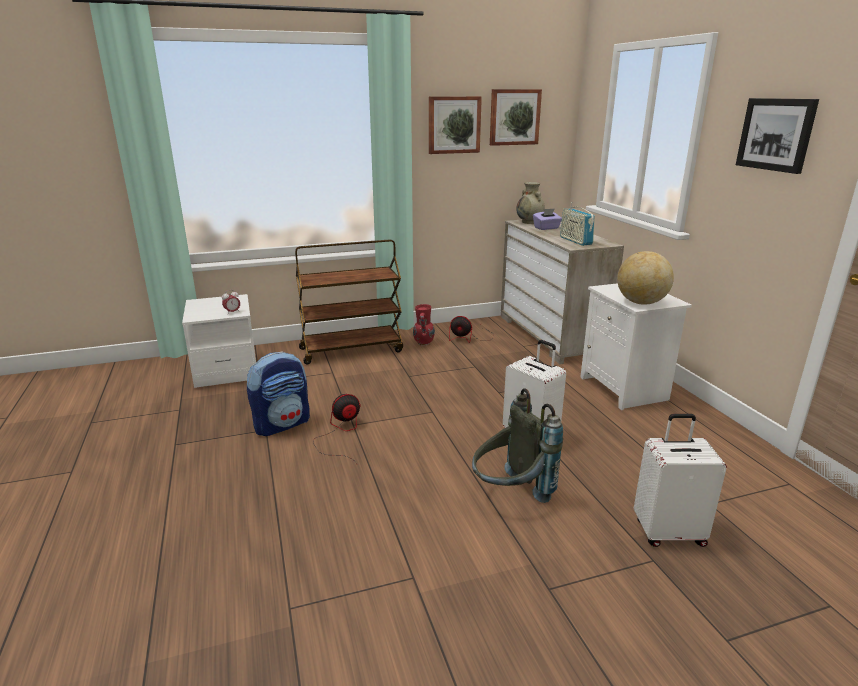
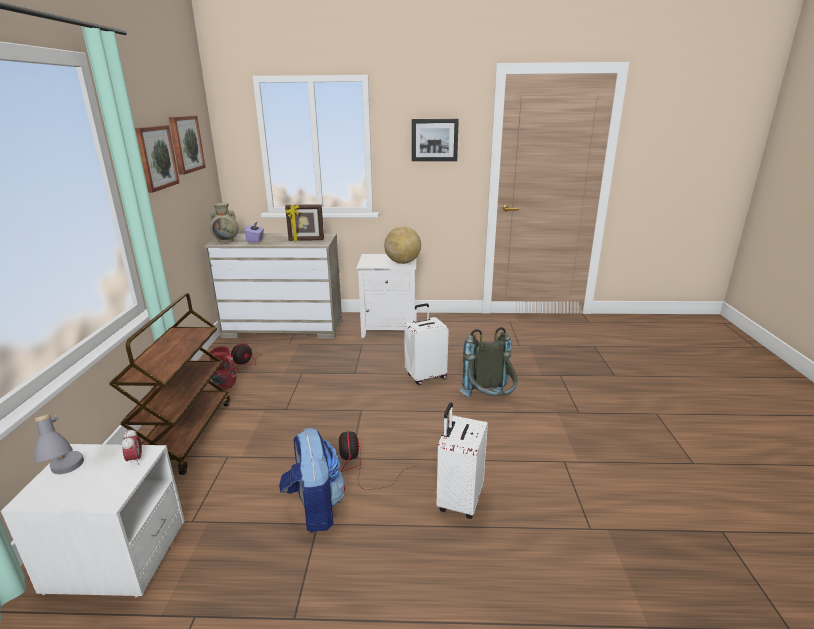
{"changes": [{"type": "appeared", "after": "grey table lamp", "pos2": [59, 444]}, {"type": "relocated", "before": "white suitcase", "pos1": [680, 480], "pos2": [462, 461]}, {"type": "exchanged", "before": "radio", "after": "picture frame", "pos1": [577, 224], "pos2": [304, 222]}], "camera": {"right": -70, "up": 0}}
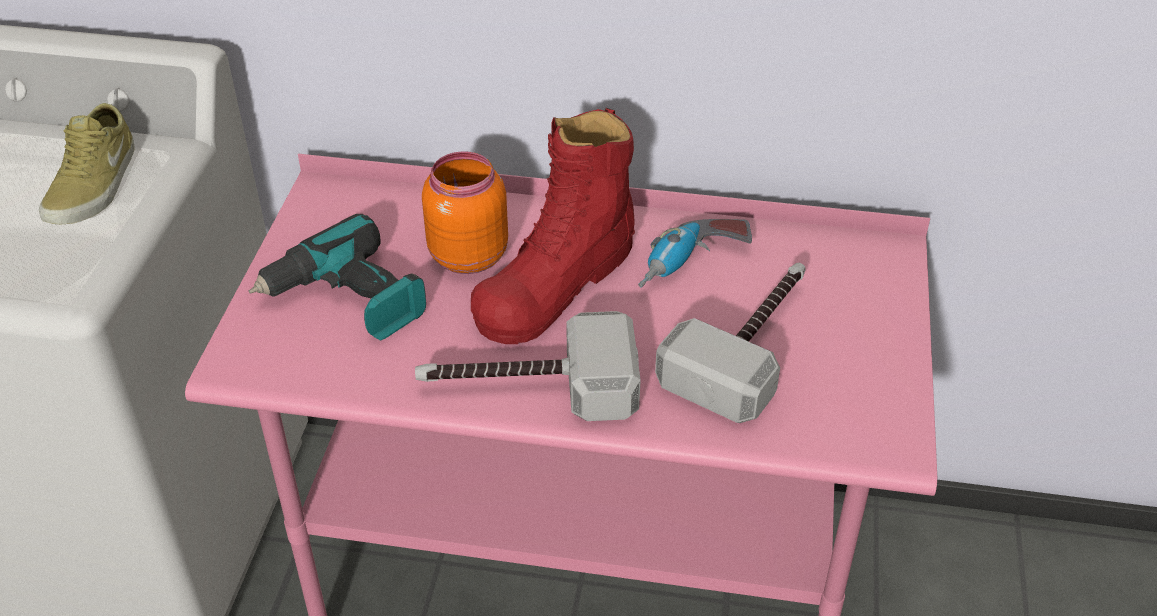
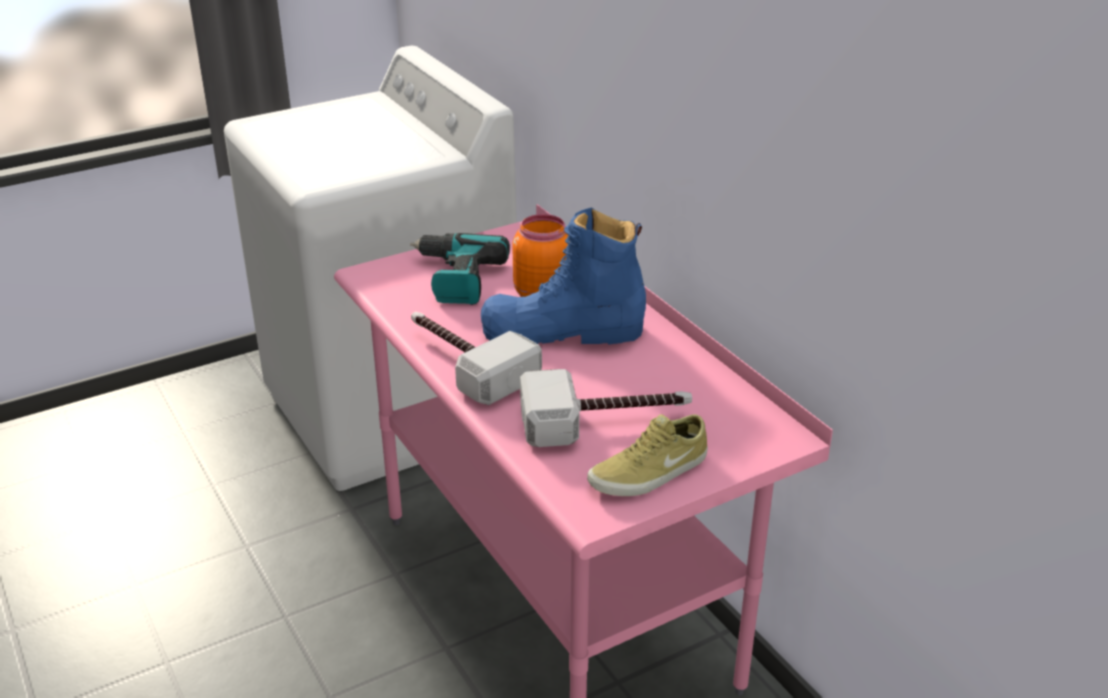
{"changes": [{"type": "missing", "before": "power drill", "pos1": [695, 253]}, {"type": "relocated", "before": "beige shoe", "pos1": [87, 163], "pos2": [647, 455]}, {"type": "colour", "before": "red boot", "after": "blue boot", "pos1": [553, 226], "pos2": [563, 276]}], "camera": {"right": 50, "up": -10}}
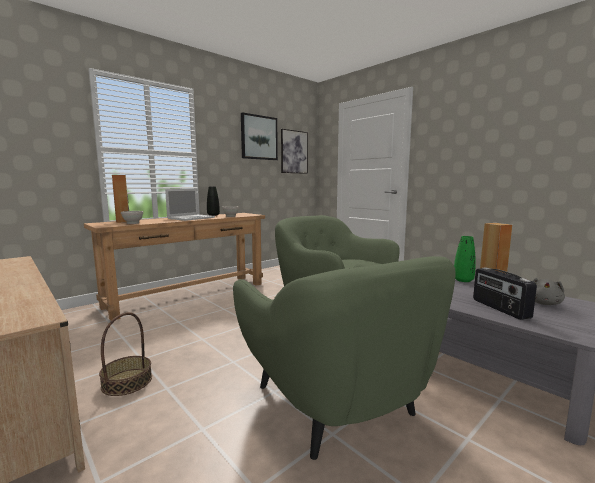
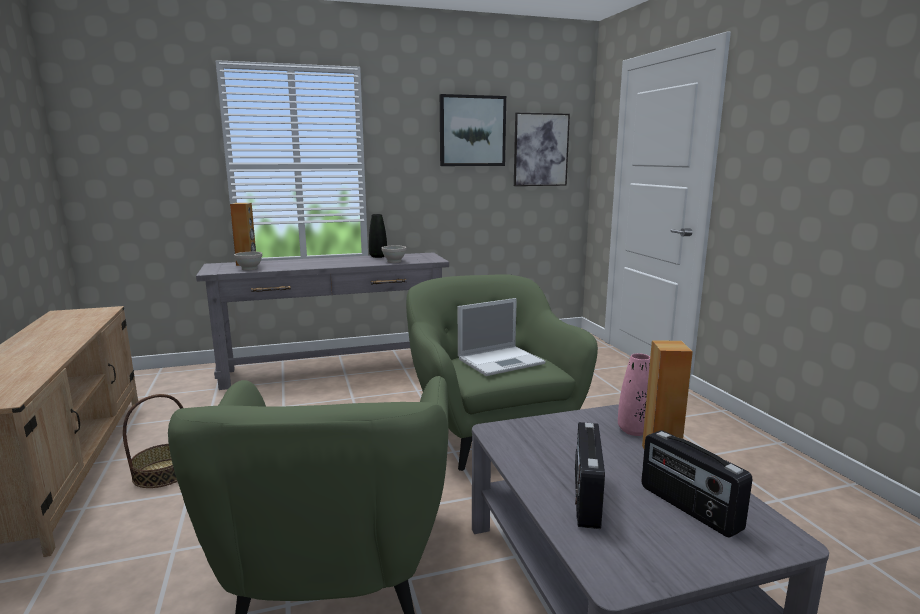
{"changes": [{"type": "relocated", "before": "laptop", "pos1": [190, 205], "pos2": [502, 337]}, {"type": "exchanged", "before": "grey plush toy", "after": "radio", "pos1": [548, 291], "pos2": [697, 484]}, {"type": "colour", "before": "brown console table", "after": "grey console table", "pos1": [174, 266], "pos2": [322, 321]}, {"type": "colour", "before": "green vase", "after": "pink vase", "pos1": [465, 259], "pos2": [634, 394]}], "camera": {"right": 25, "up": 5}}
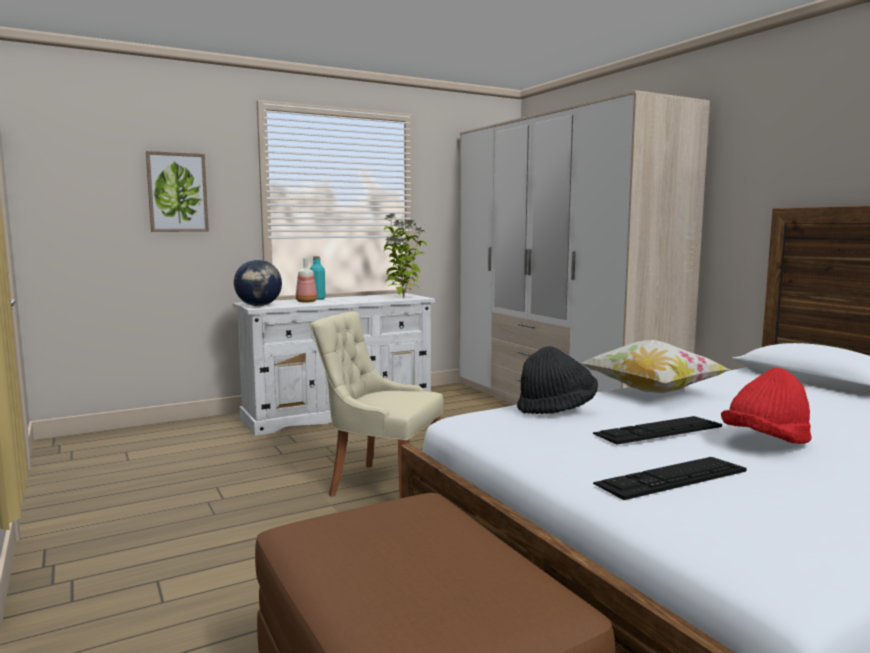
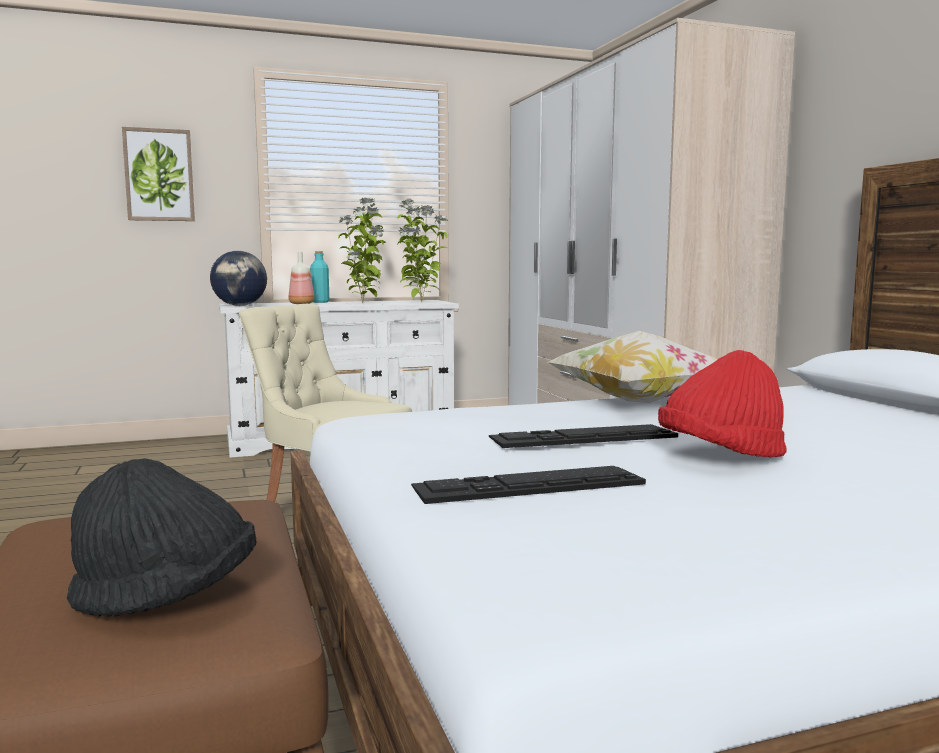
{"changes": [{"type": "appeared", "after": "potted plant", "pos2": [362, 250]}, {"type": "relocated", "before": "black hat", "pos1": [557, 380], "pos2": [161, 537]}], "camera": {"right": 10, "up": 0}}
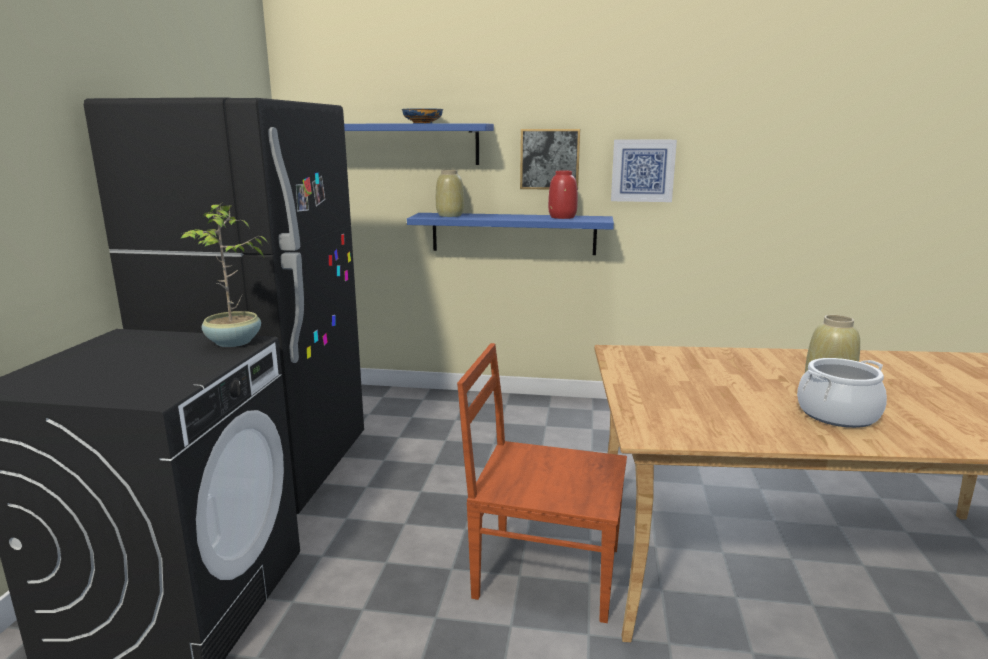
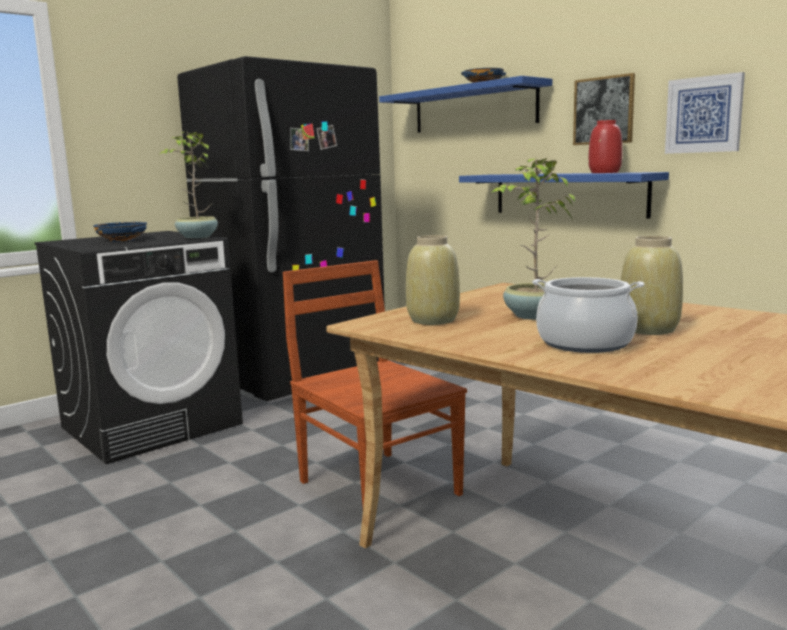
{"changes": [{"type": "appeared", "after": "blue bowl", "pos2": [120, 232]}, {"type": "appeared", "after": "potted plant", "pos2": [533, 239]}, {"type": "relocated", "before": "beige vase", "pos1": [450, 193], "pos2": [433, 280]}], "camera": {"right": 40, "up": -5}}
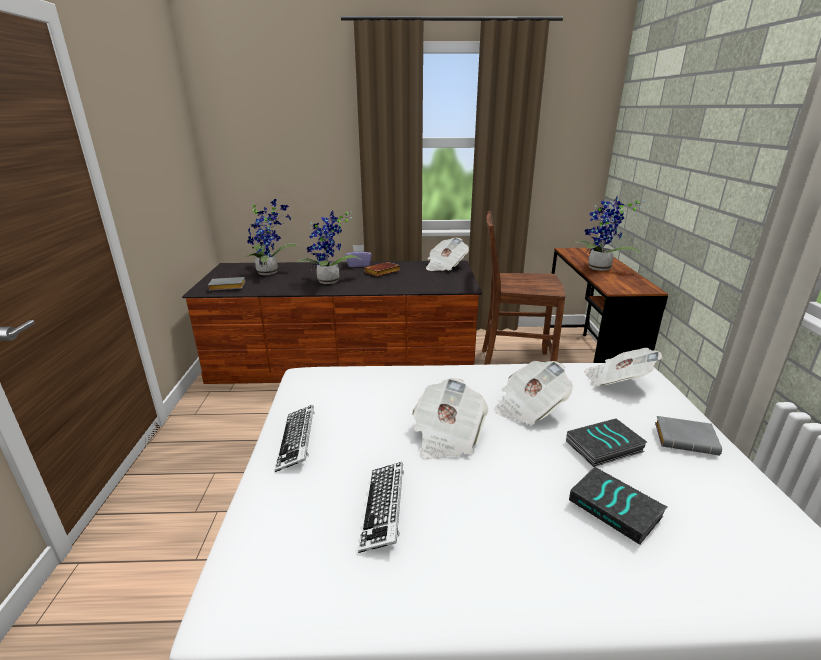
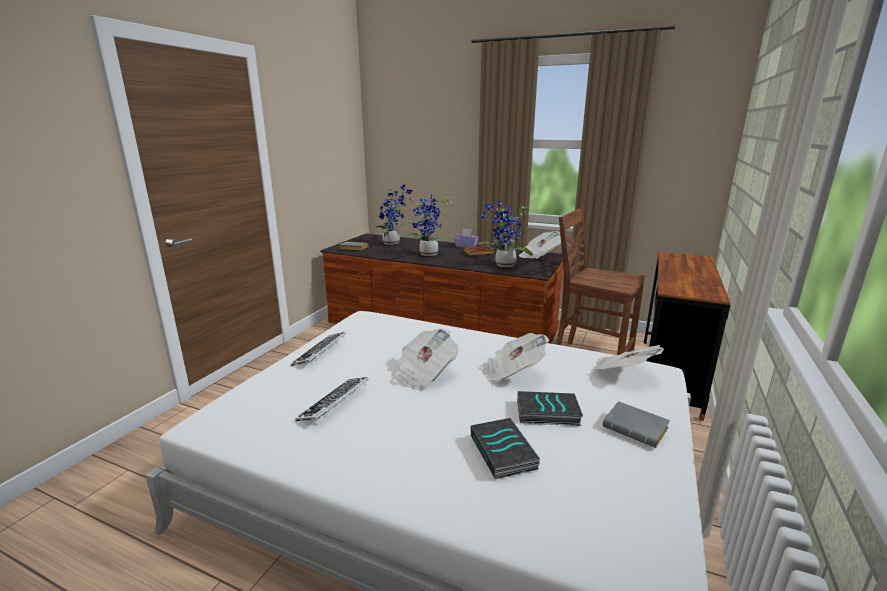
{"changes": [{"type": "relocated", "before": "potted plant", "pos1": [609, 233], "pos2": [505, 233]}], "camera": {"right": 25, "up": -5}}
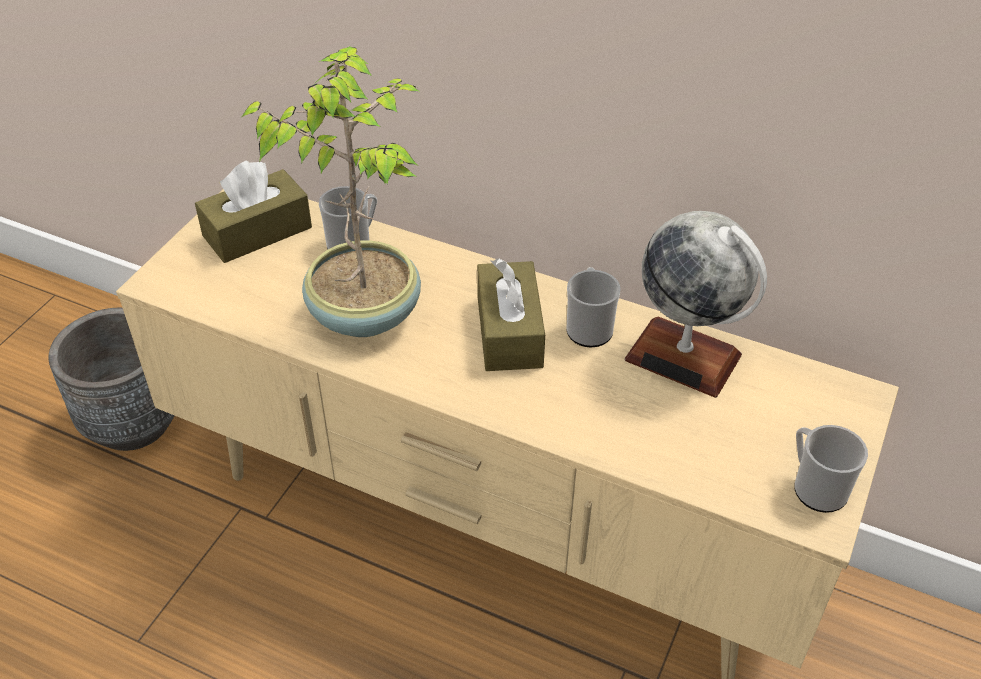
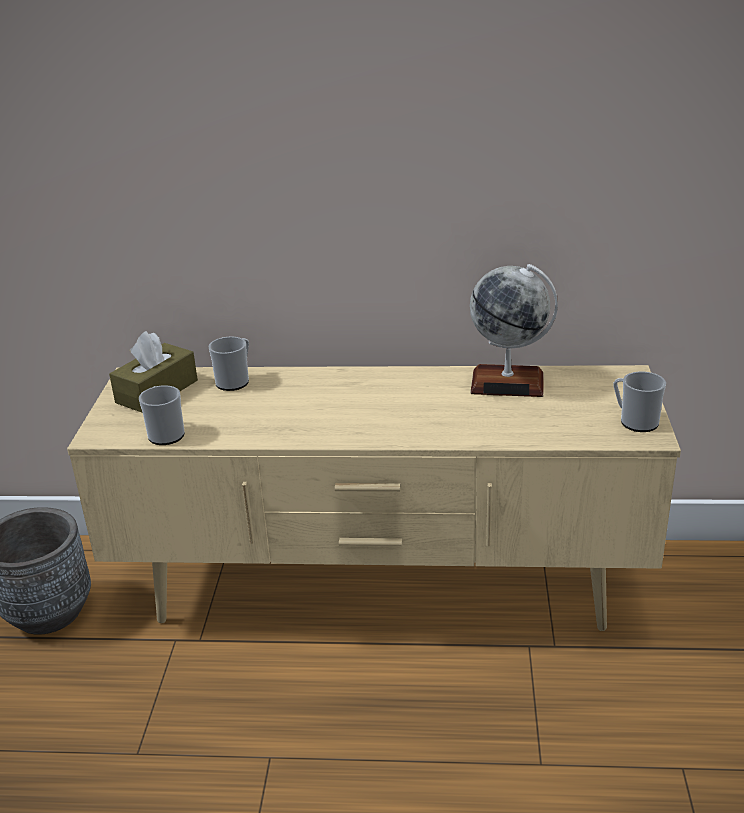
{"changes": [{"type": "missing", "before": "potted plant", "pos1": [331, 191]}, {"type": "missing", "before": "brown tissue box", "pos1": [511, 314]}, {"type": "relocated", "before": "mug", "pos1": [593, 307], "pos2": [162, 415]}], "camera": {"right": -20, "up": -15}}
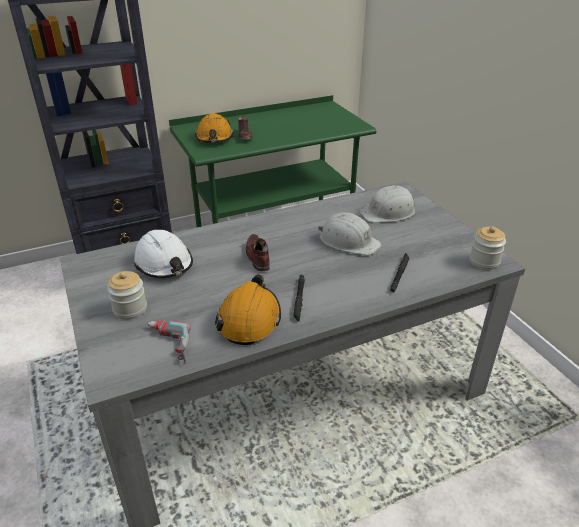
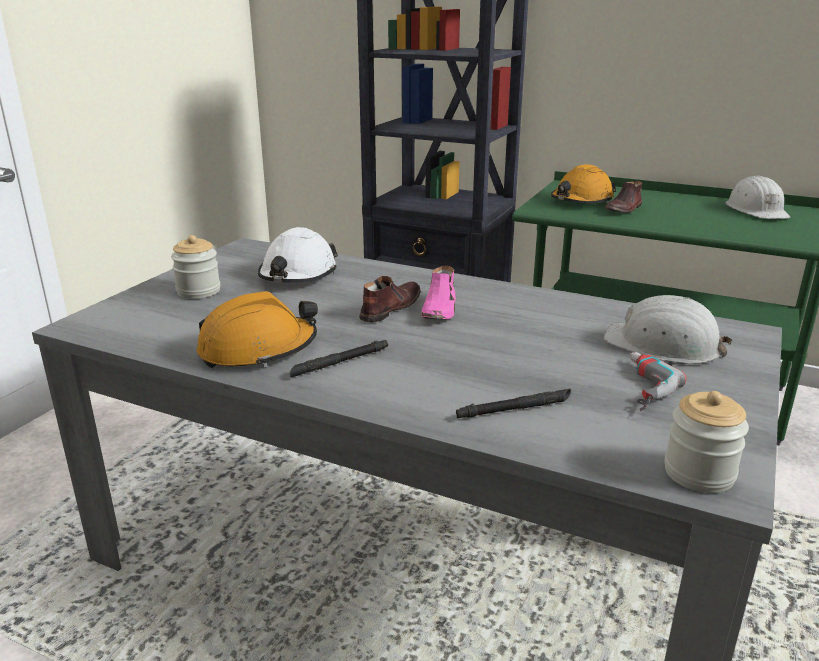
{"changes": [{"type": "appeared", "after": "pink shoe", "pos2": [438, 292]}, {"type": "relocated", "before": "power drill", "pos1": [169, 342], "pos2": [658, 381]}, {"type": "relocated", "before": "white hard hat", "pos1": [350, 233], "pos2": [758, 197]}], "camera": {"right": 50, "up": -10}}
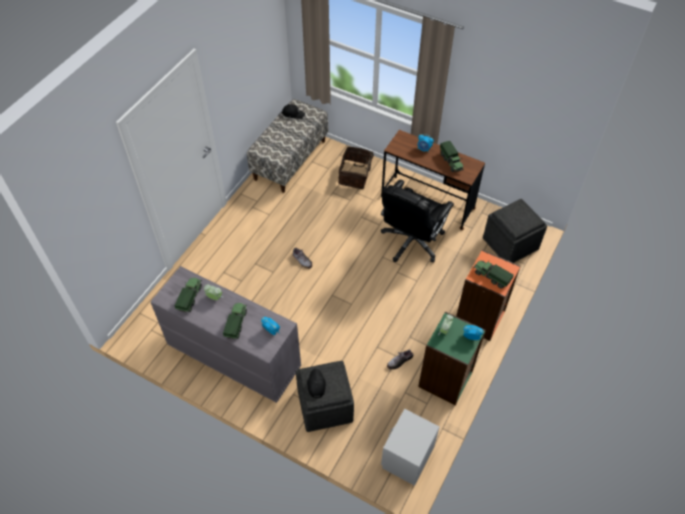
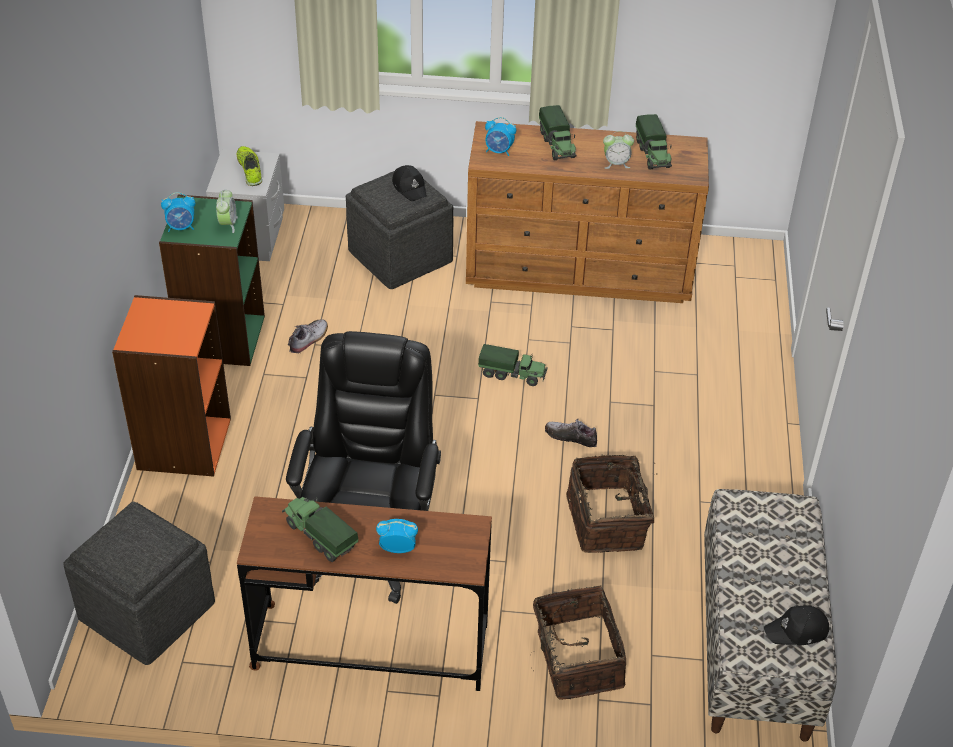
{"changes": [{"type": "appeared", "after": "shoe", "pos2": [249, 166]}, {"type": "appeared", "after": "basket", "pos2": [611, 503]}, {"type": "relocated", "before": "toy truck", "pos1": [493, 274], "pos2": [513, 365]}, {"type": "colour", "before": "grey dresser", "after": "brown dresser", "pos1": [226, 334], "pos2": [587, 212]}], "camera": {"right": 155, "up": -10}}
